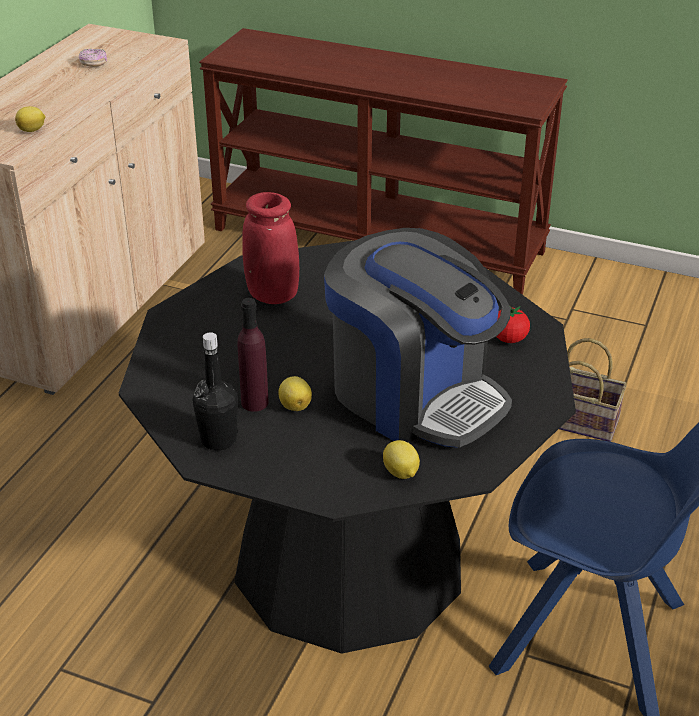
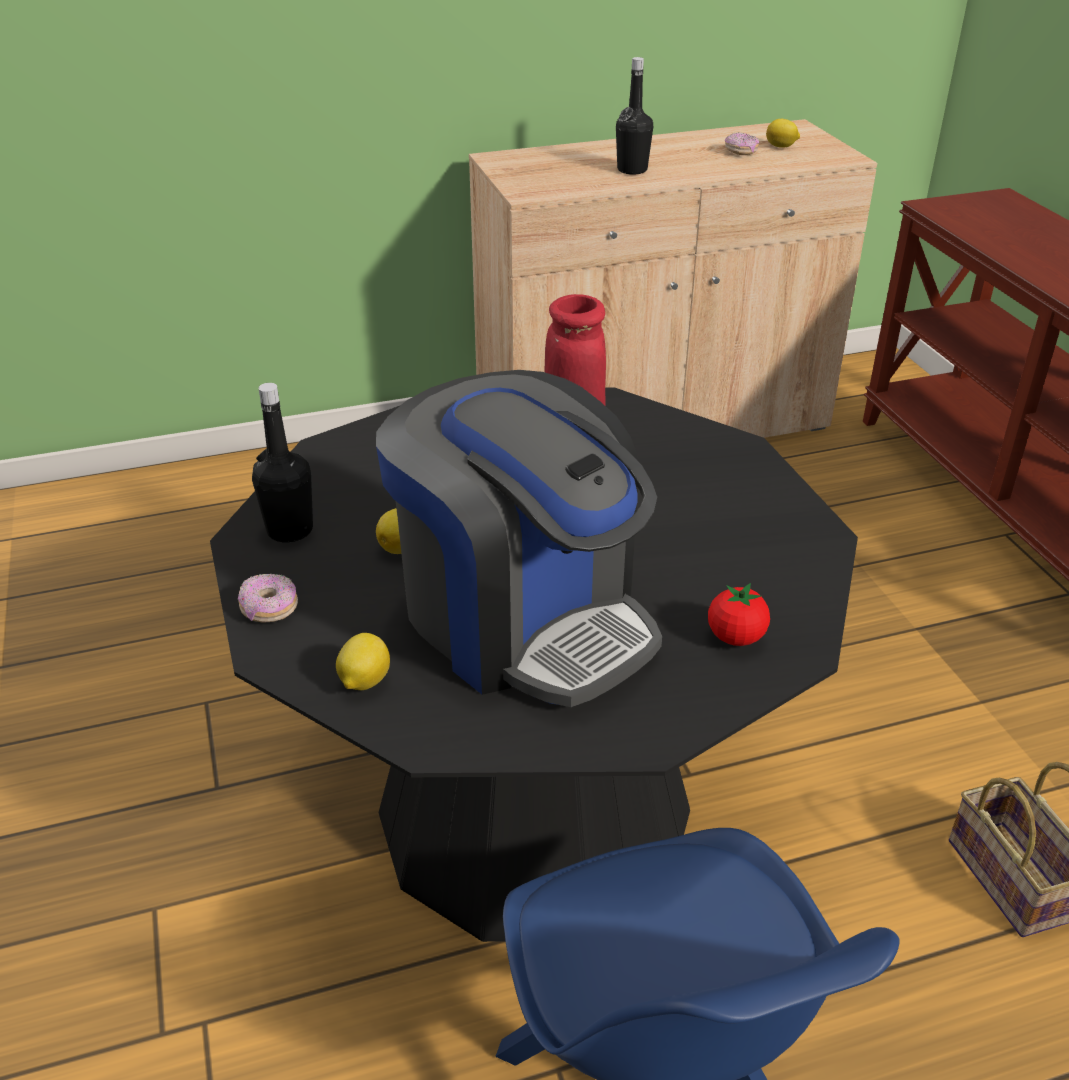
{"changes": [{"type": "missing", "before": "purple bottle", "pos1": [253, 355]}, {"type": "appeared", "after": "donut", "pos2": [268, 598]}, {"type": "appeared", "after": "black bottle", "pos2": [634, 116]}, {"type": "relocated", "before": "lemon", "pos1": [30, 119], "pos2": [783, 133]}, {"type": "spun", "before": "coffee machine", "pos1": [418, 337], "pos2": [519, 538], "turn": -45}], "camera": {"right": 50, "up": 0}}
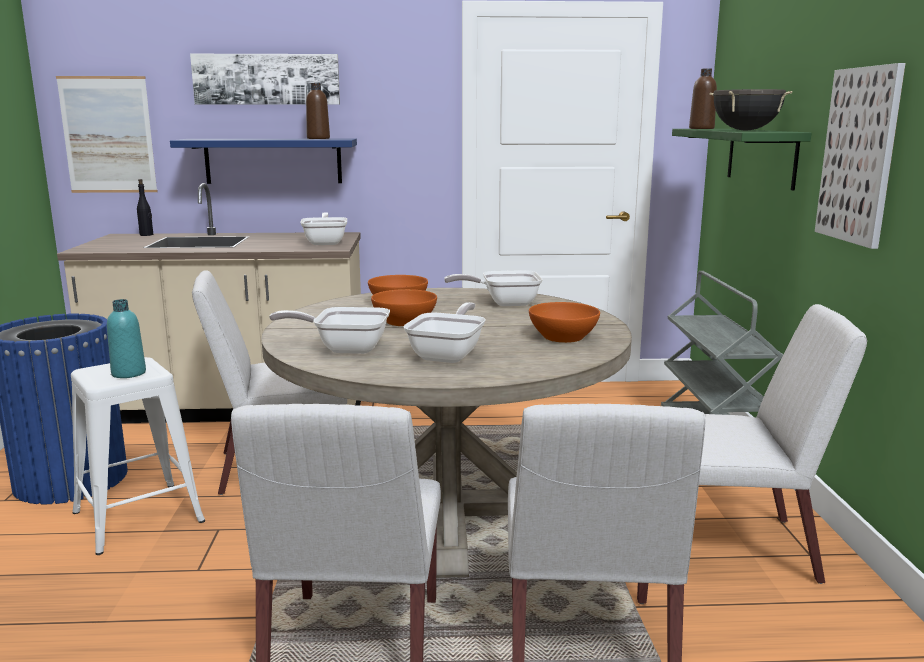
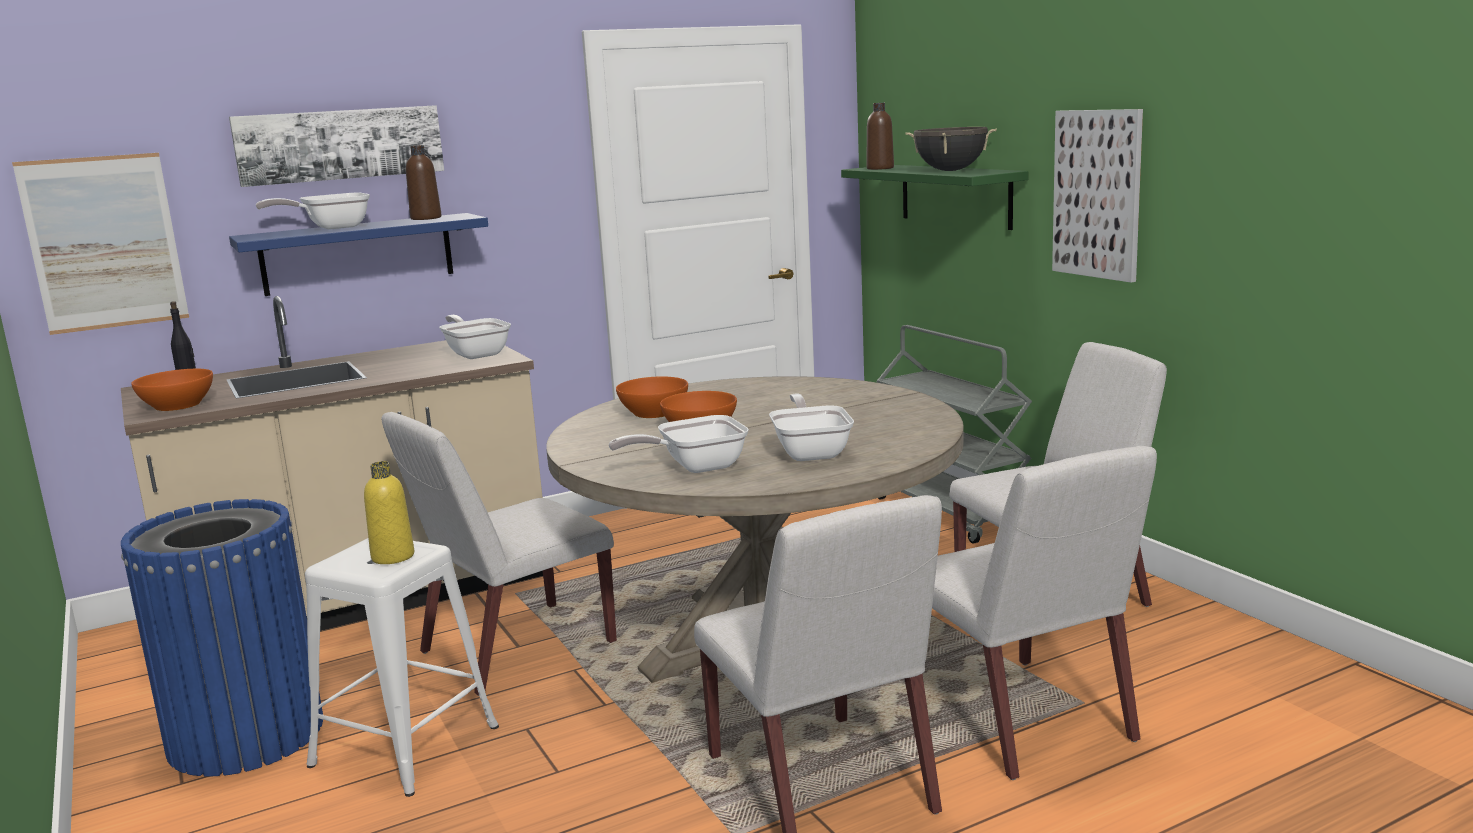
{"changes": [{"type": "relocated", "before": "frying pan", "pos1": [493, 288], "pos2": [313, 210]}, {"type": "relocated", "before": "orange bowl", "pos1": [564, 322], "pos2": [172, 390]}, {"type": "colour", "before": "turquoise bottle", "after": "yellow bottle", "pos1": [126, 338], "pos2": [389, 512]}], "camera": {"right": -25, "up": 0}}
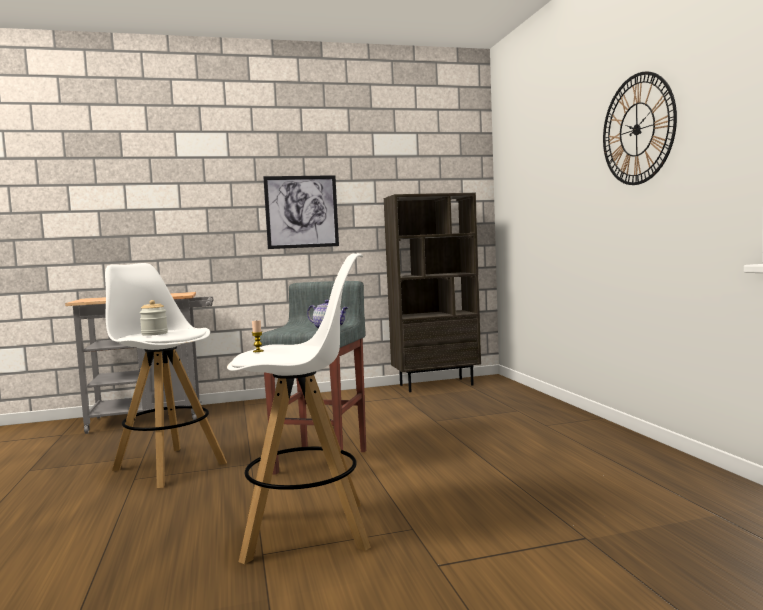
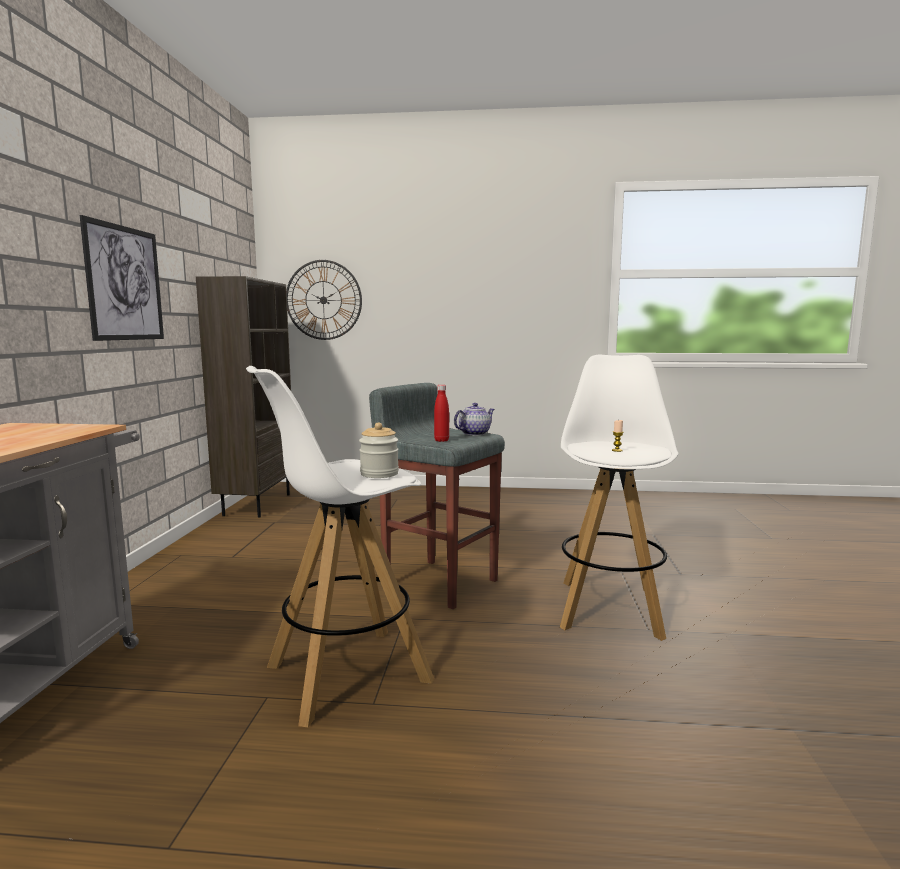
{"changes": [{"type": "appeared", "after": "red bottle", "pos2": [441, 413]}, {"type": "relocated", "before": "wall clock", "pos1": [640, 128], "pos2": [324, 300]}], "camera": {"right": -70, "up": 5}}
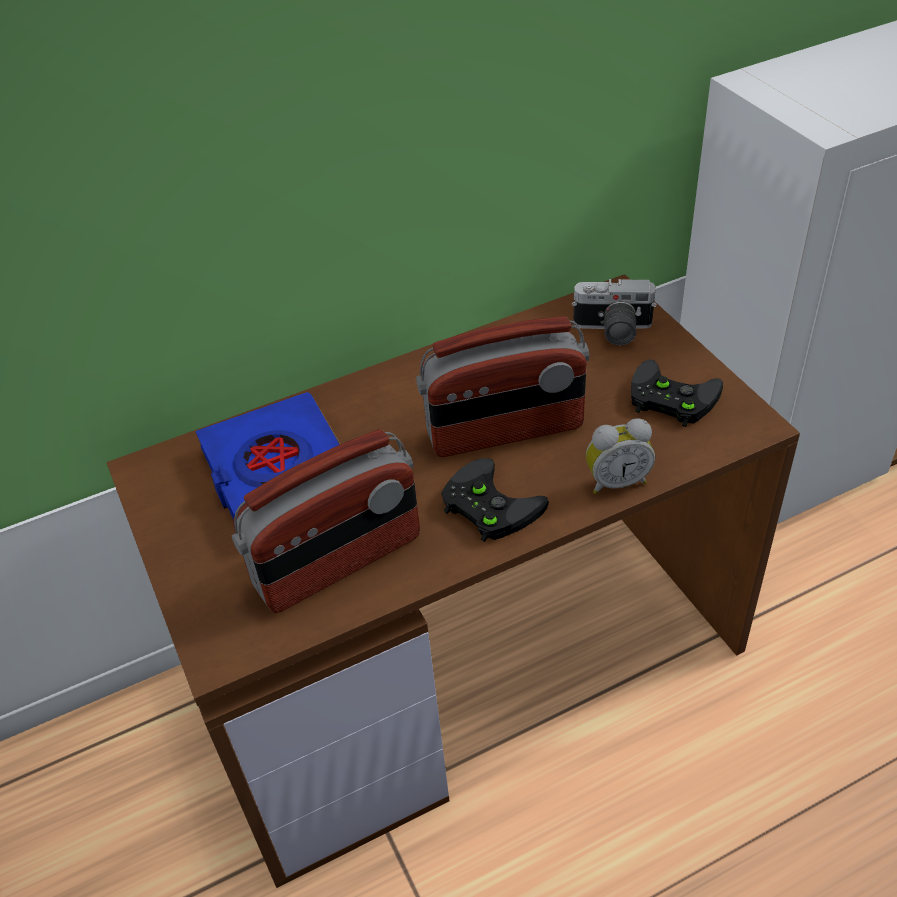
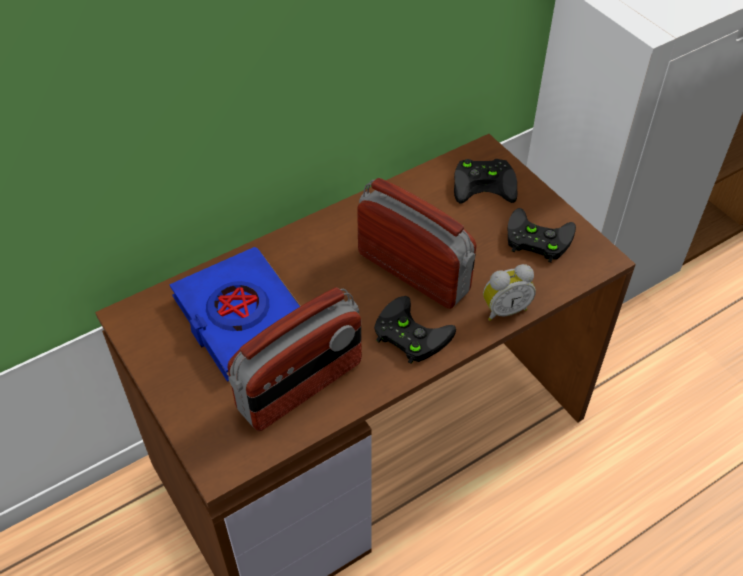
{"changes": [{"type": "exchanged", "before": "photo camera", "after": "black game controller", "pos1": [614, 312], "pos2": [485, 181]}, {"type": "spun", "before": "radio", "pos1": [502, 386], "pos2": [416, 243], "turn": -120}], "camera": {"right": -10, "up": 5}}
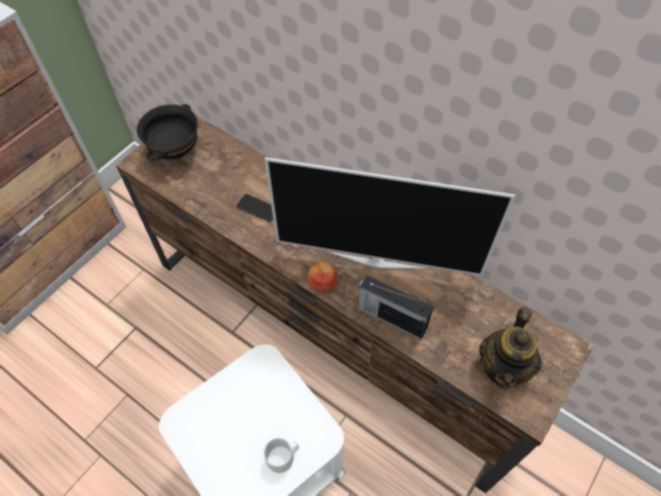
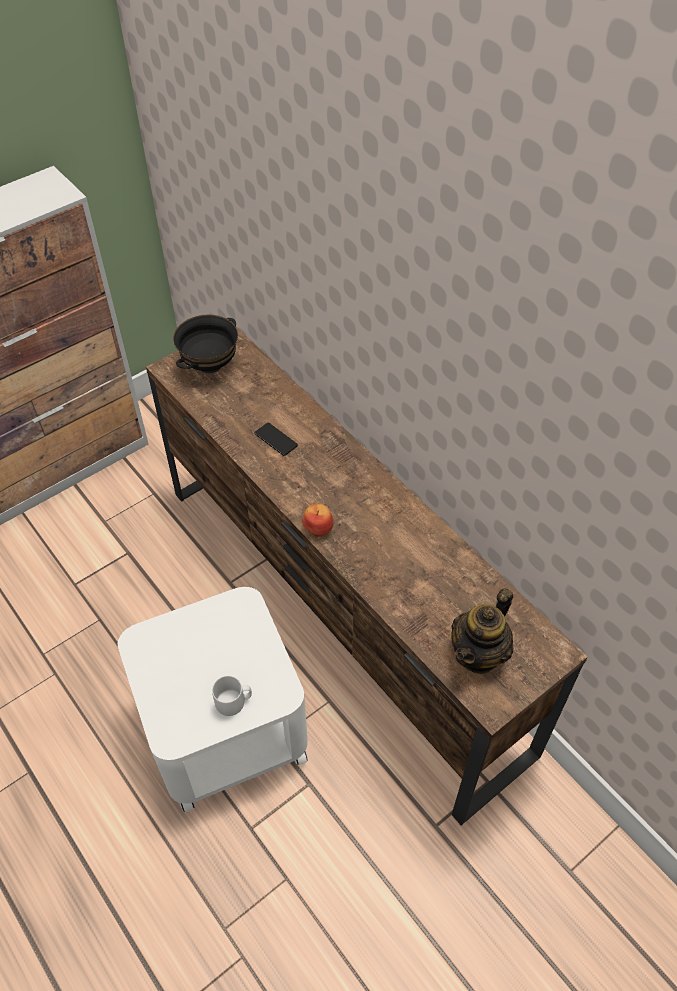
{"changes": [{"type": "missing", "before": "television", "pos1": [390, 216]}, {"type": "missing", "before": "radio", "pos1": [396, 307]}], "camera": {"right": 15, "up": -5}}
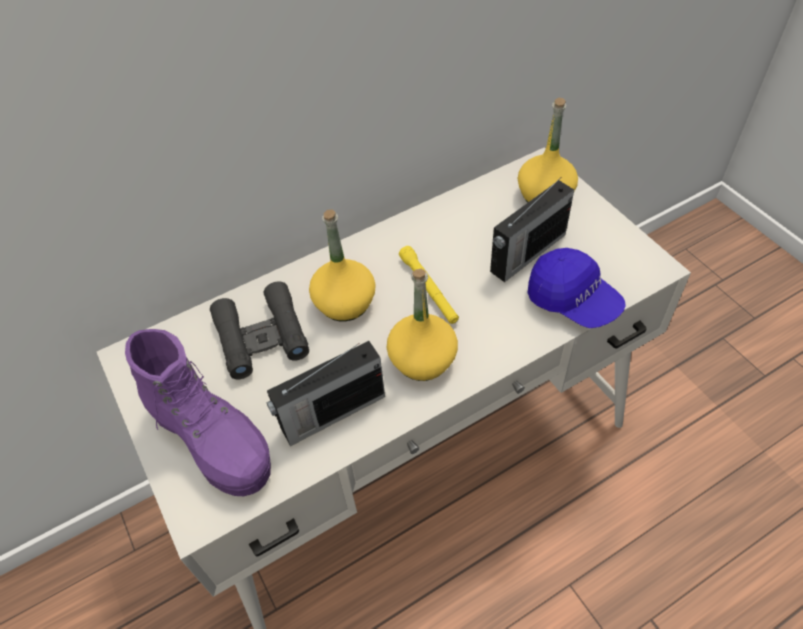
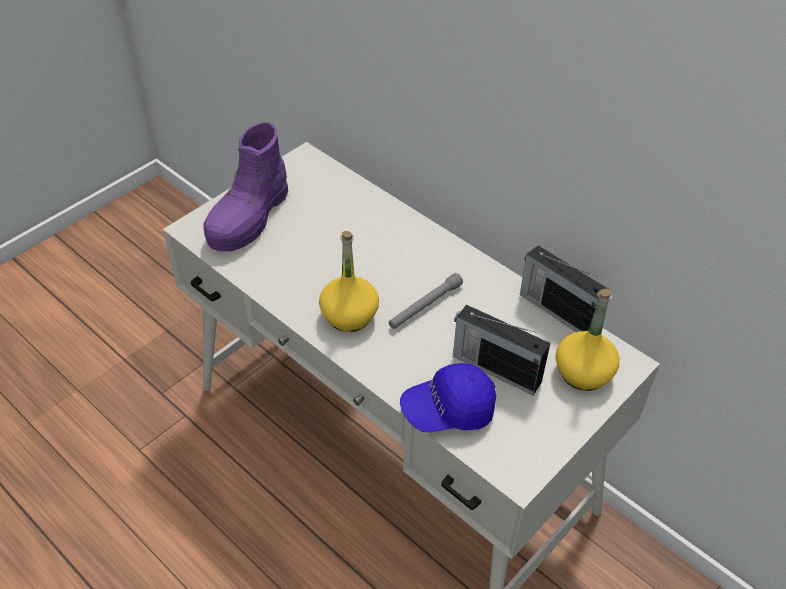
{"changes": [{"type": "missing", "before": "black binoculars", "pos1": [259, 330]}, {"type": "missing", "before": "yellow bottle", "pos1": [342, 265]}, {"type": "relocated", "before": "radio", "pos1": [325, 393], "pos2": [565, 288]}, {"type": "colour", "before": "yellow flashlight", "after": "grey flashlight", "pos1": [429, 285], "pos2": [426, 301]}, {"type": "spun", "before": "blue cap", "pos1": [576, 288], "pos2": [448, 397], "turn": 45}], "camera": {"right": 70, "up": -5}}
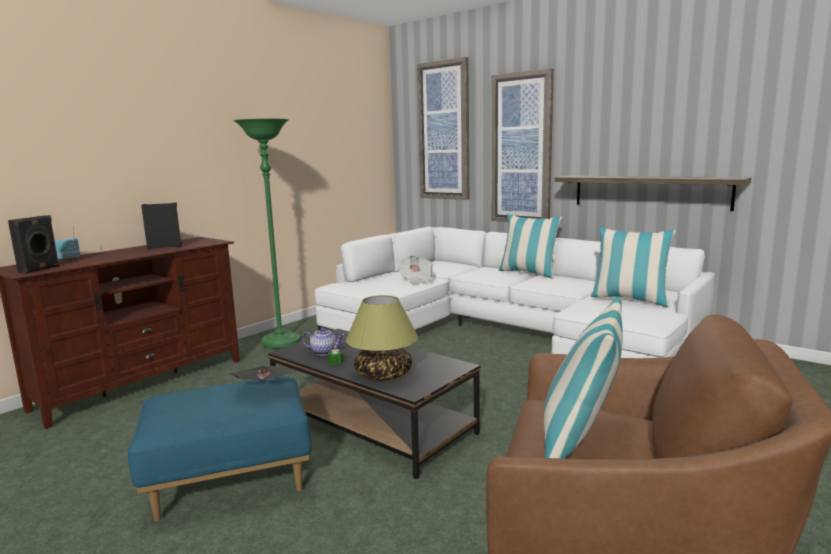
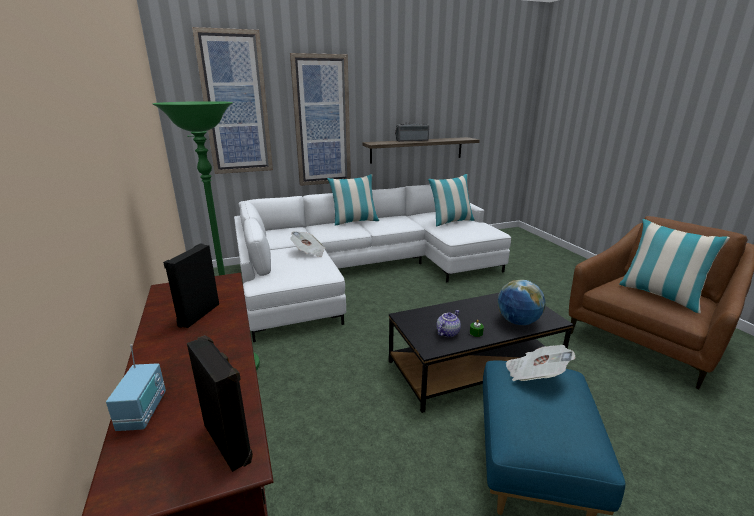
{"changes": [{"type": "appeared", "after": "radio", "pos2": [412, 132]}, {"type": "exchanged", "before": "table lamp", "after": "globe", "pos1": [382, 337], "pos2": [521, 302]}], "camera": {"right": -60, "up": 10}}
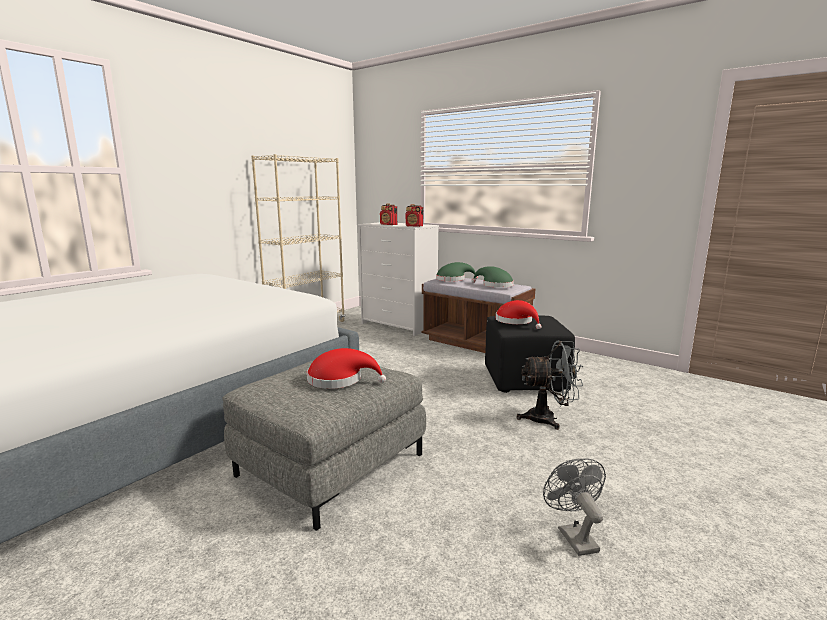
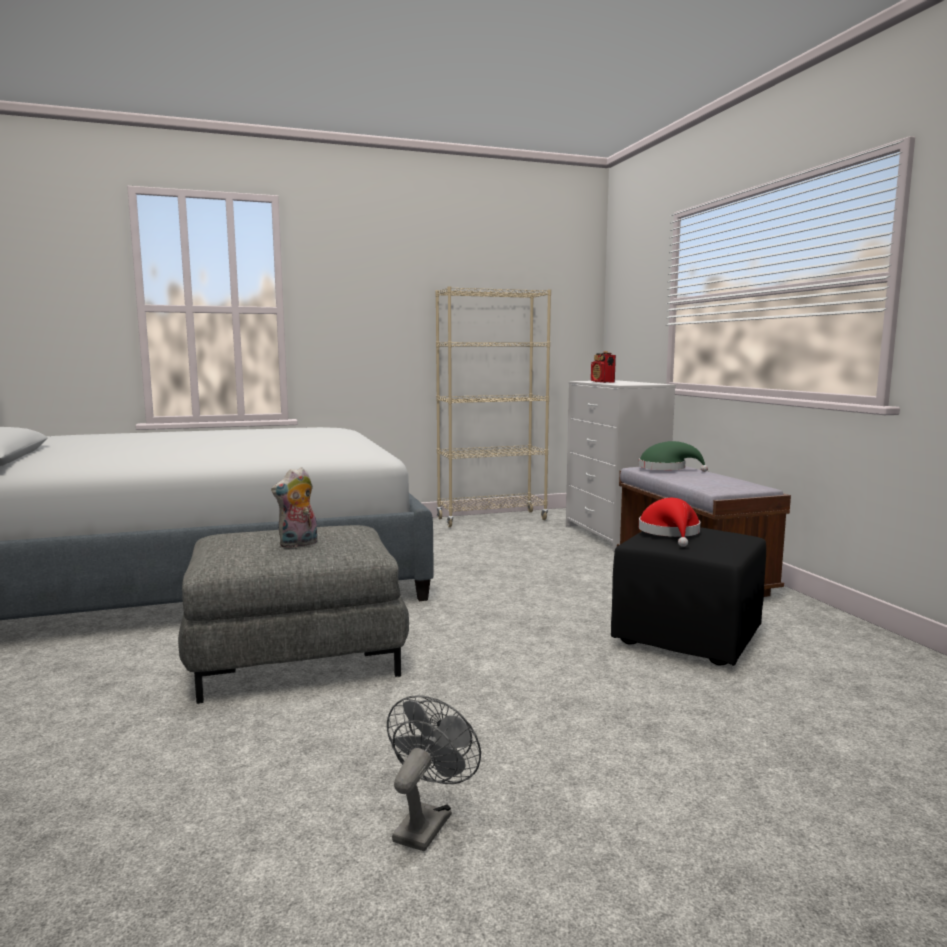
{"changes": [{"type": "missing", "before": "radio", "pos1": [414, 215]}, {"type": "missing", "before": "green hat", "pos1": [493, 277]}, {"type": "missing", "before": "grey fan", "pos1": [549, 385]}, {"type": "exchanged", "before": "red hat", "after": "plush toy", "pos1": [346, 368], "pos2": [294, 507]}], "camera": {"right": 35, "up": -5}}
